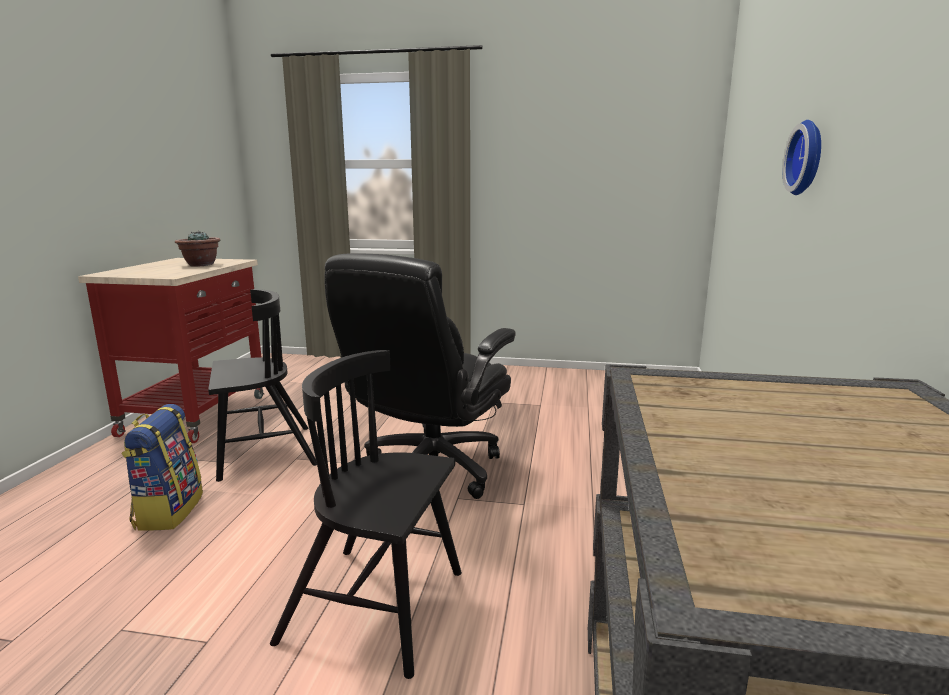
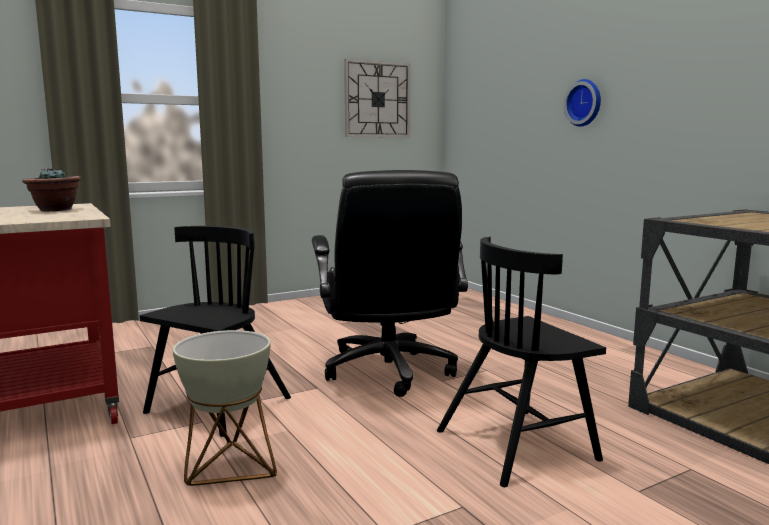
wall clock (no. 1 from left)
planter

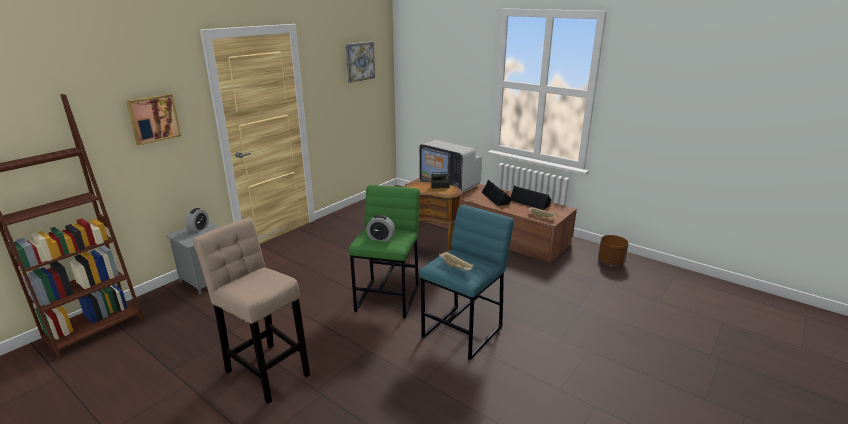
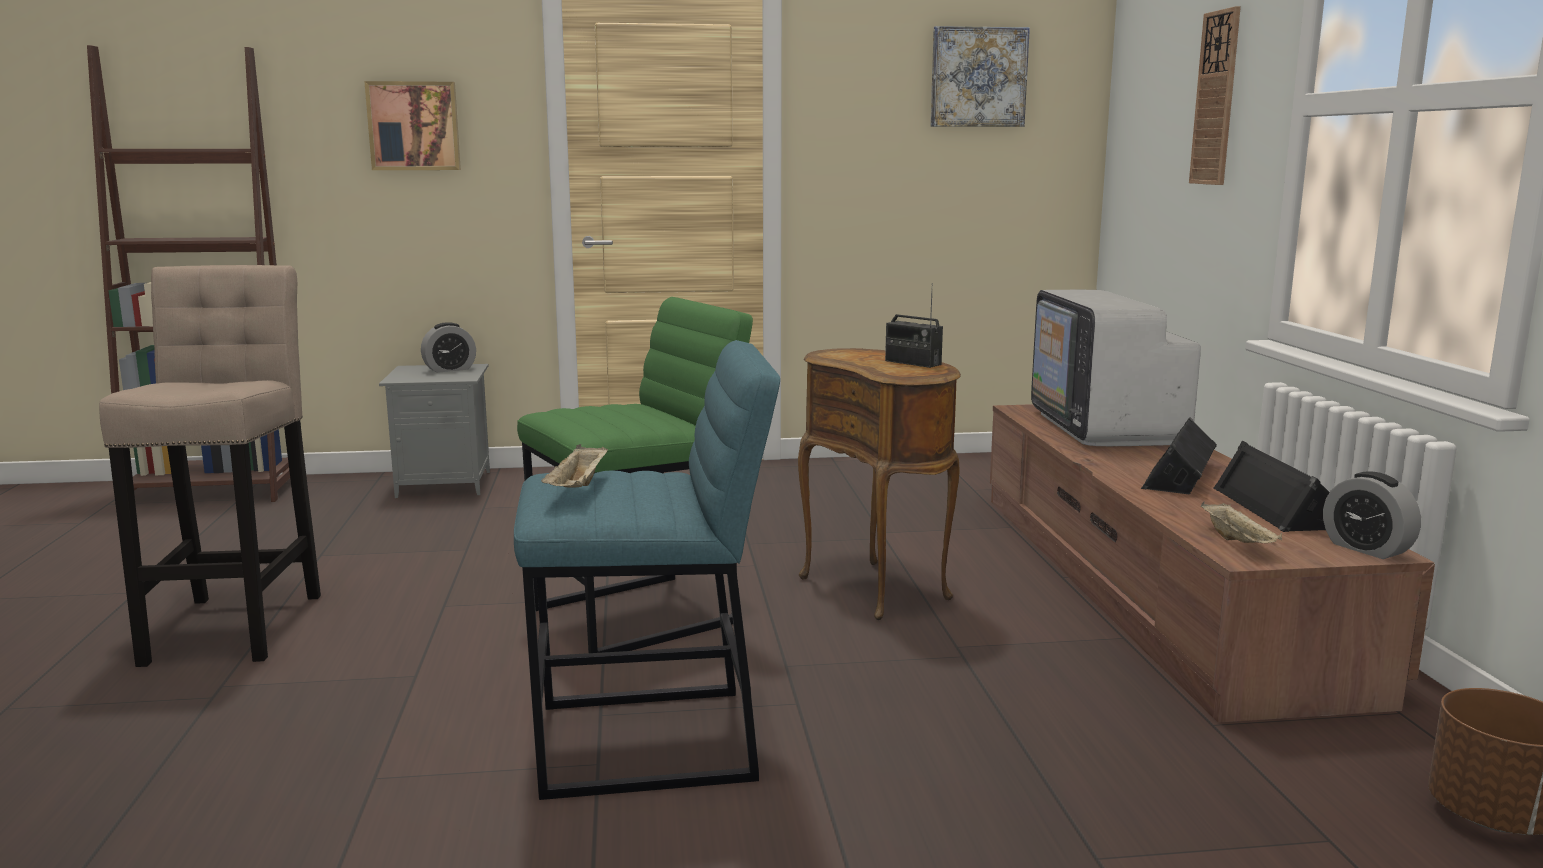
wall clock
alarm clock (no. 2 from left)

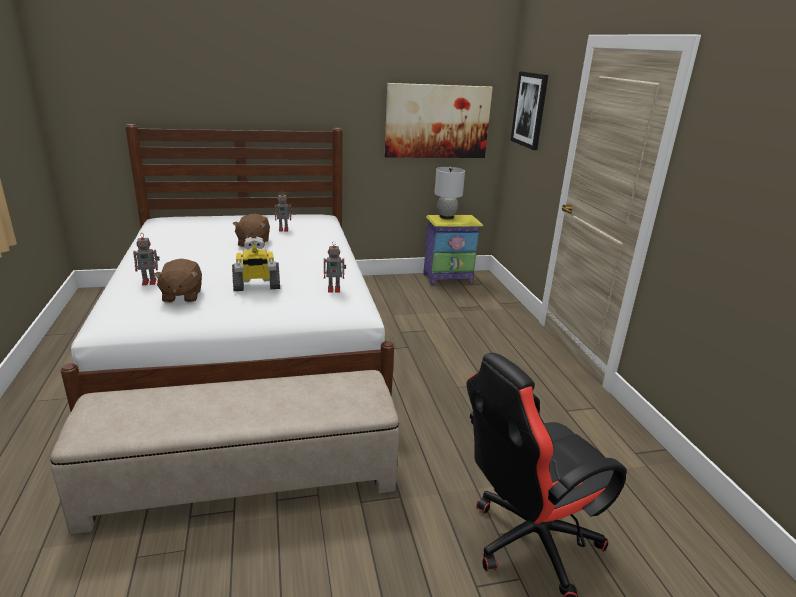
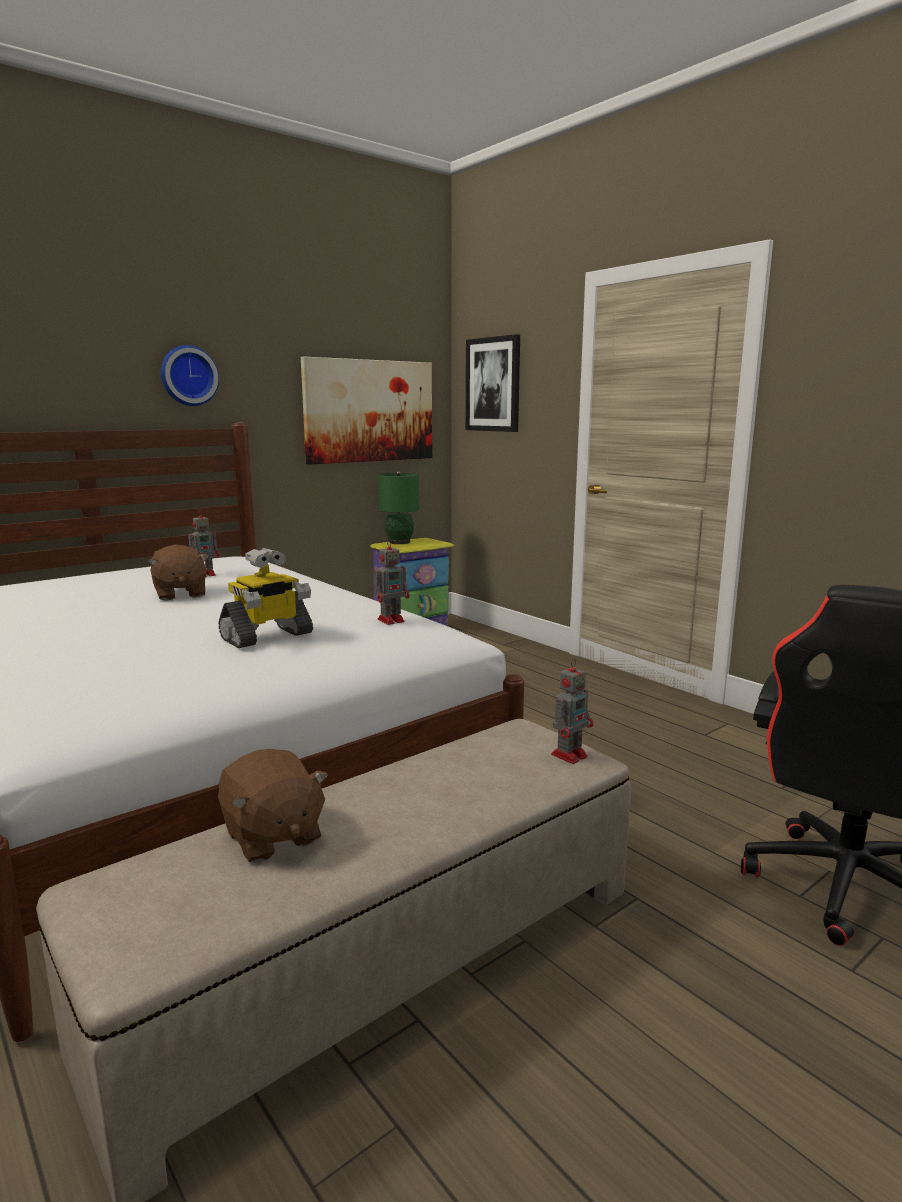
wall clock
toy robot (no. 4 from left)
brown plush toy (no. 2 from left)
green table lamp

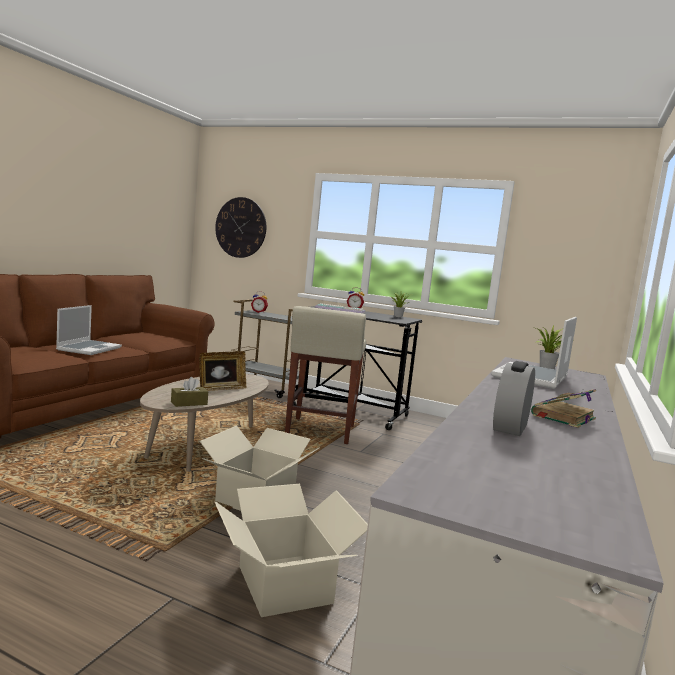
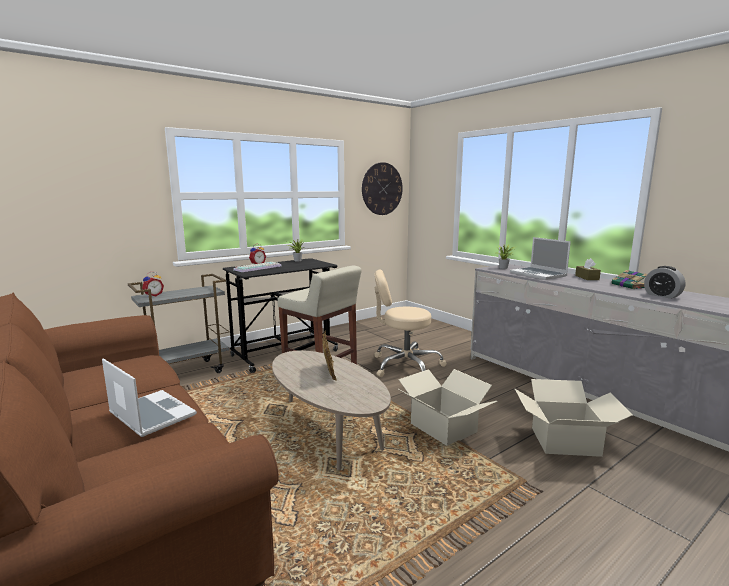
beige office chair
brown tissue box
wall clock

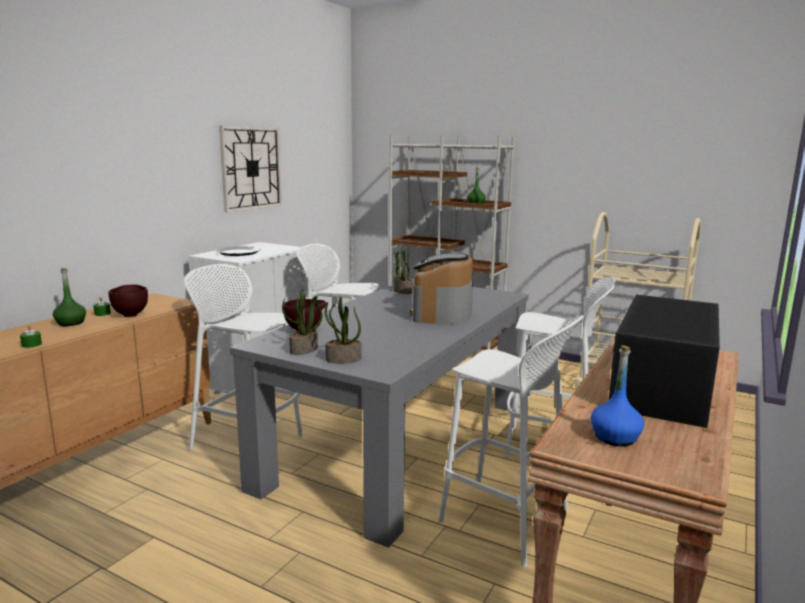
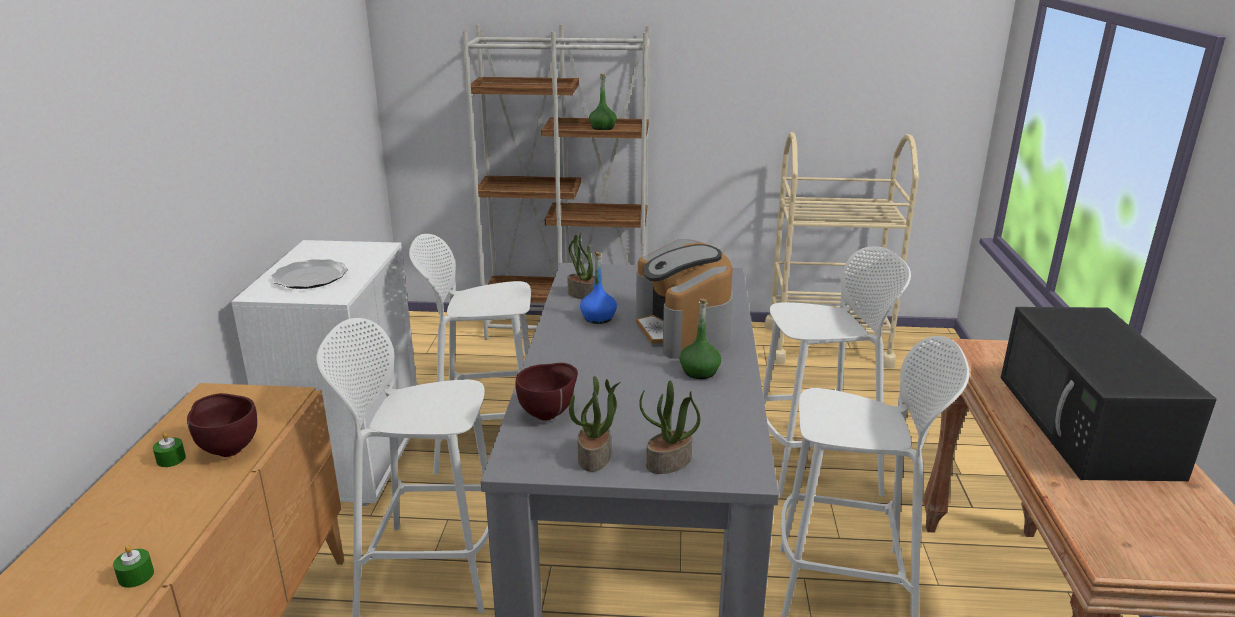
wall clock
green bottle (no. 2 from left)
blue bottle

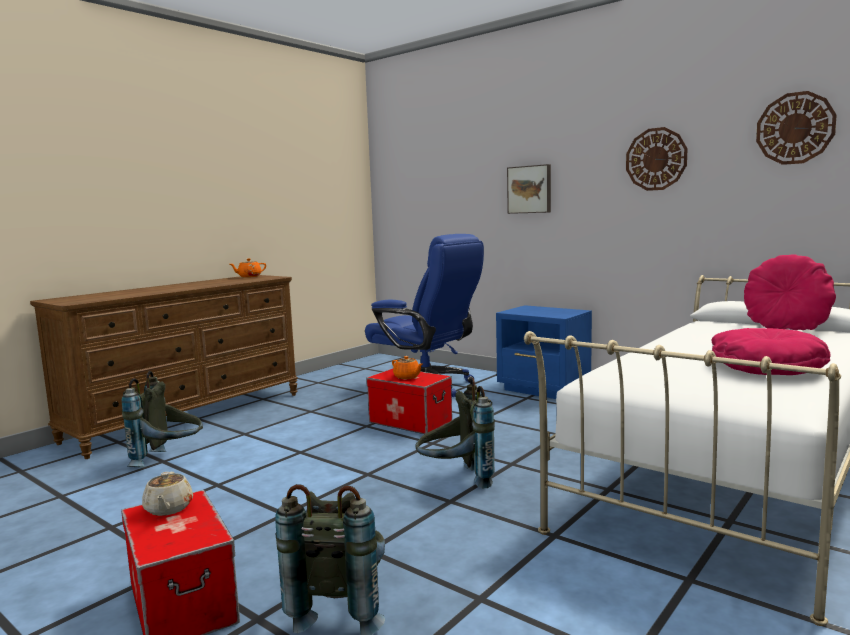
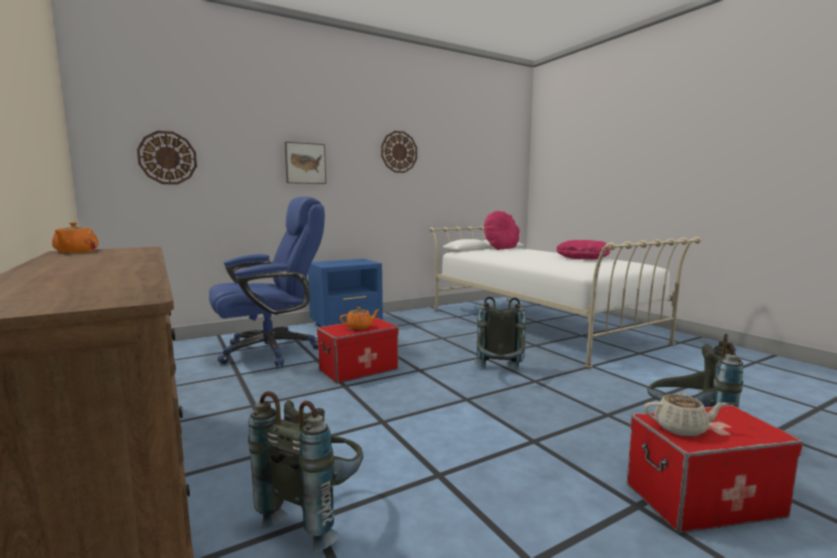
wall clock (no. 1 from left)

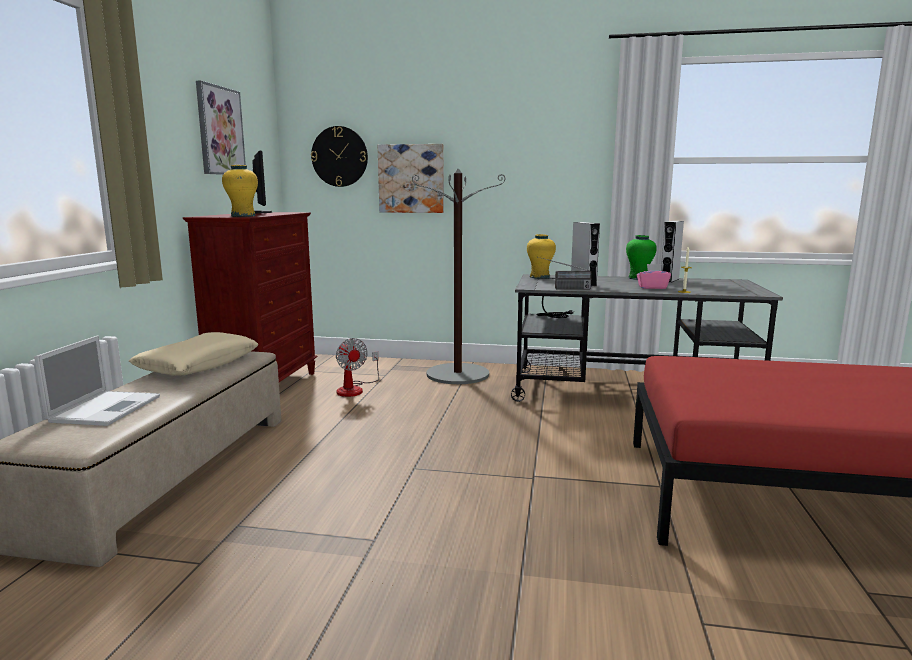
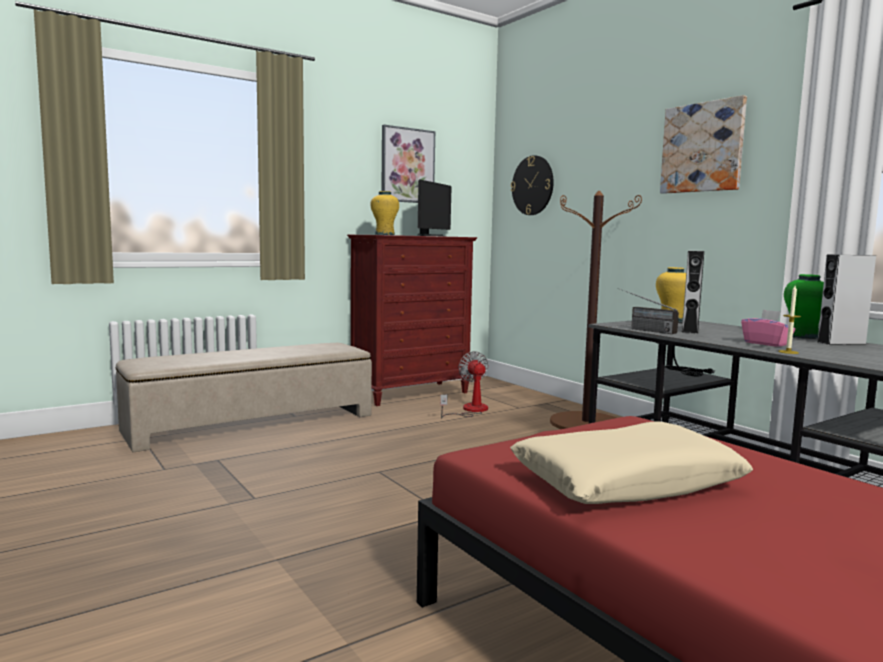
laptop
beige pillow
picture (no. 2 from left)
brown clothes rack
fan

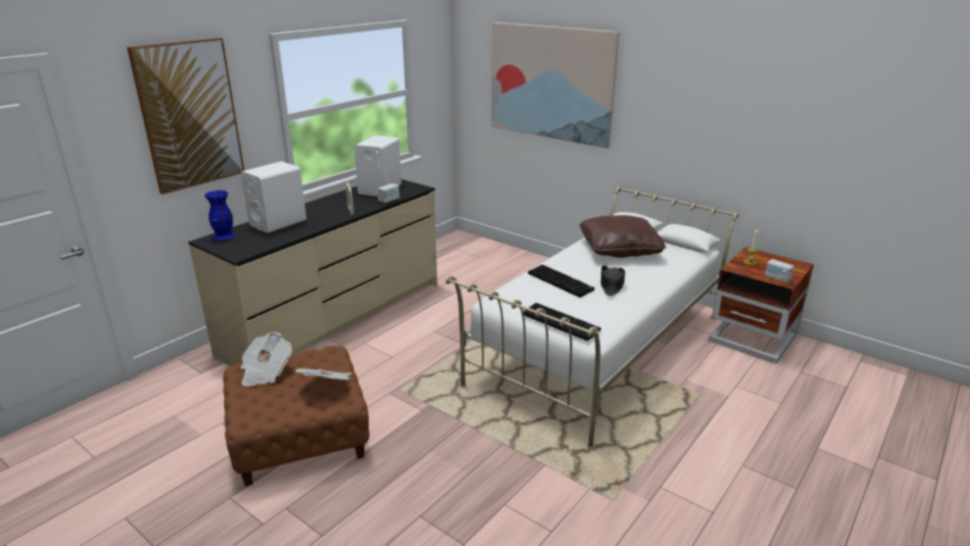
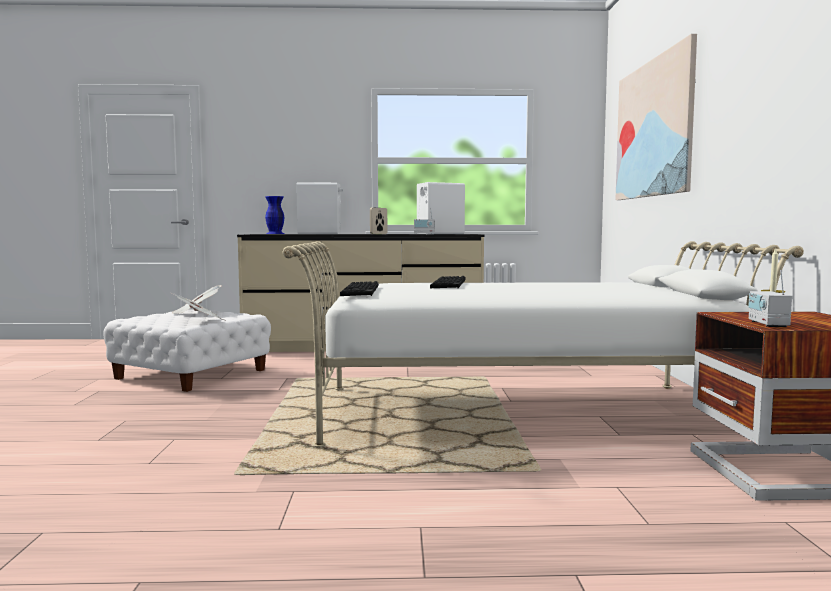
picture (no. 1 from left in the first image)
brown pillow
black hat
white ottoman

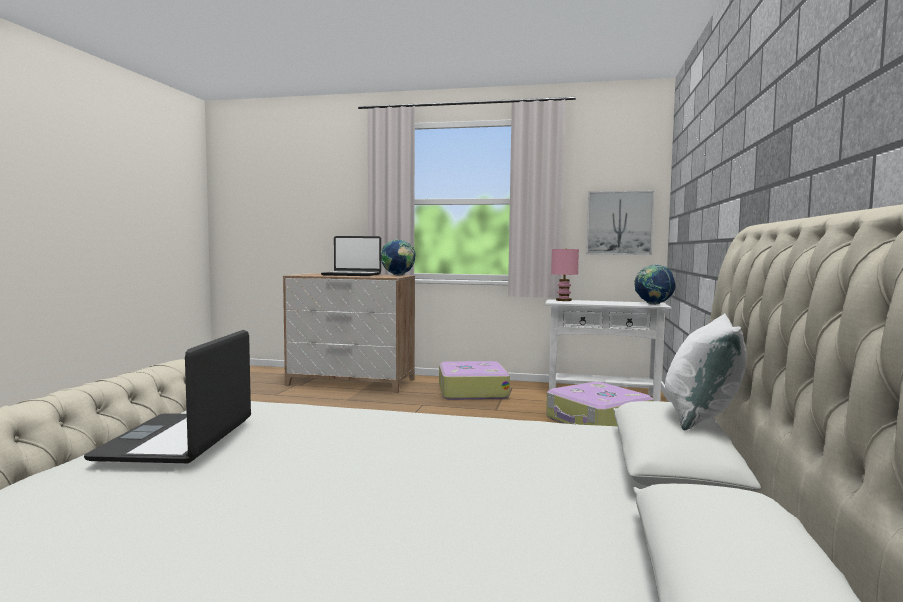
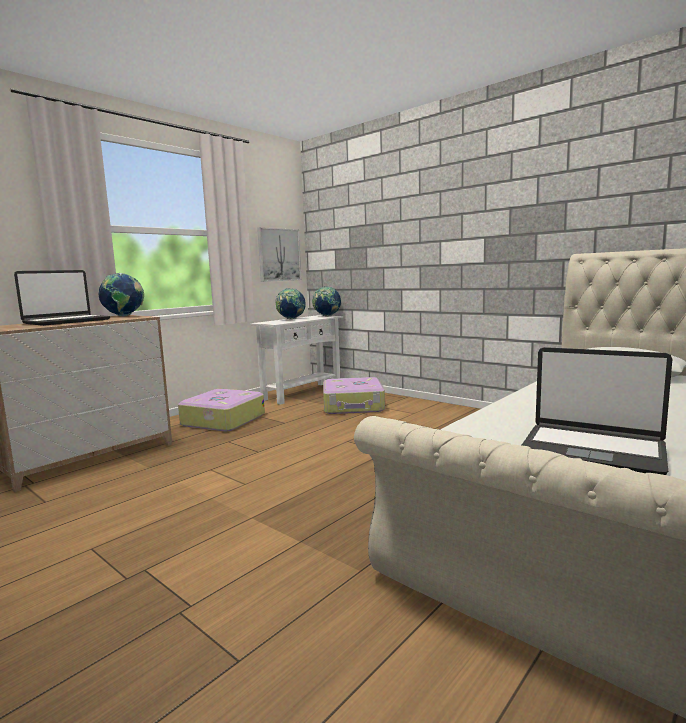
pink table lamp
white pillow
globe (no. 2 from left)

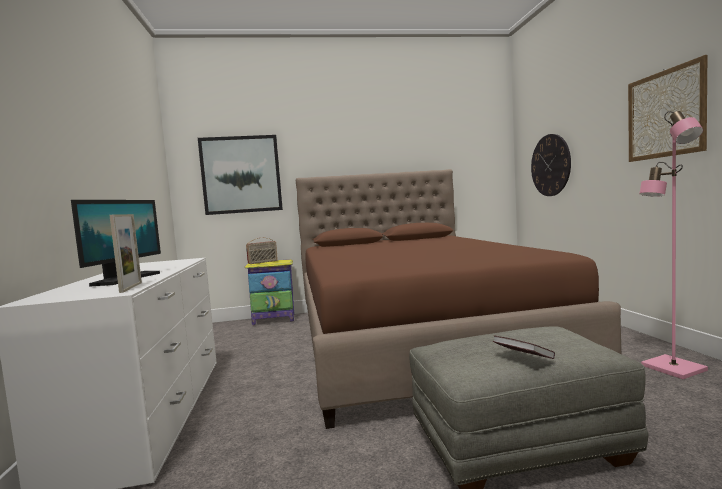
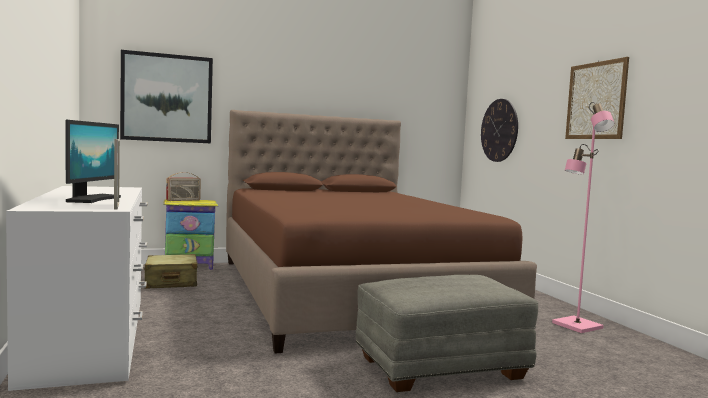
book
beige suitcase

